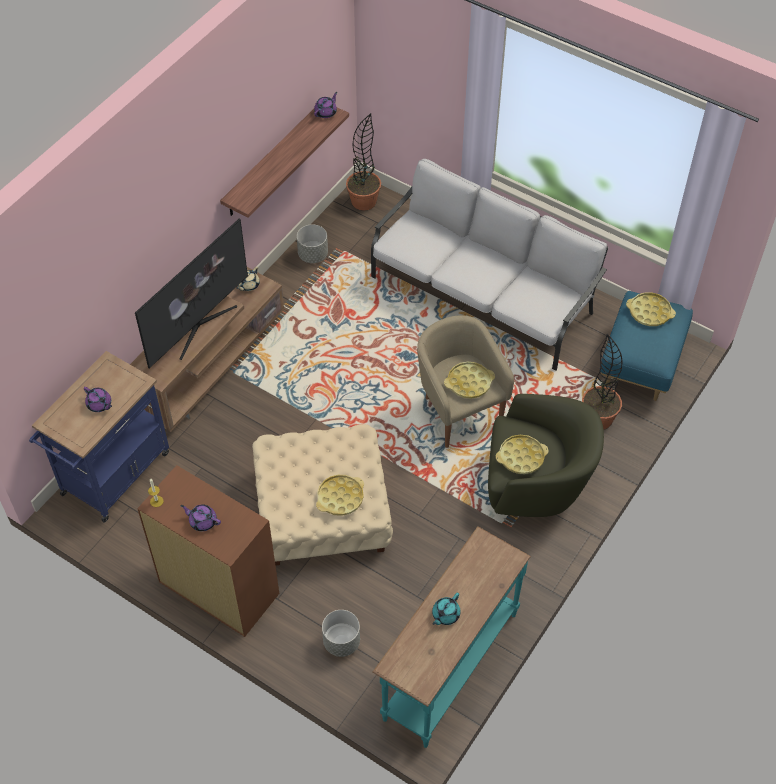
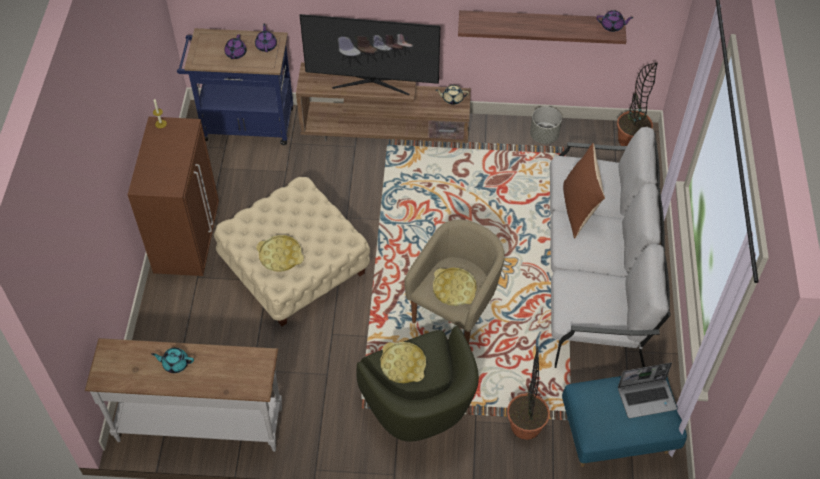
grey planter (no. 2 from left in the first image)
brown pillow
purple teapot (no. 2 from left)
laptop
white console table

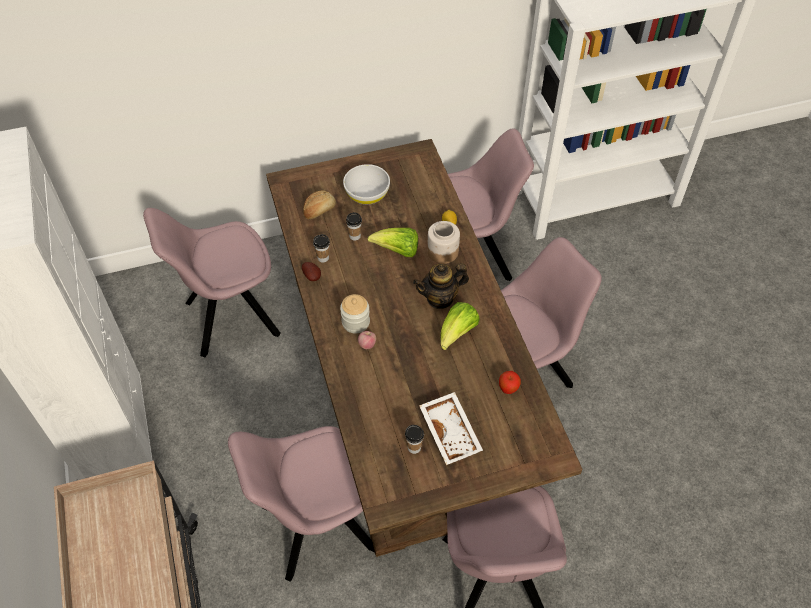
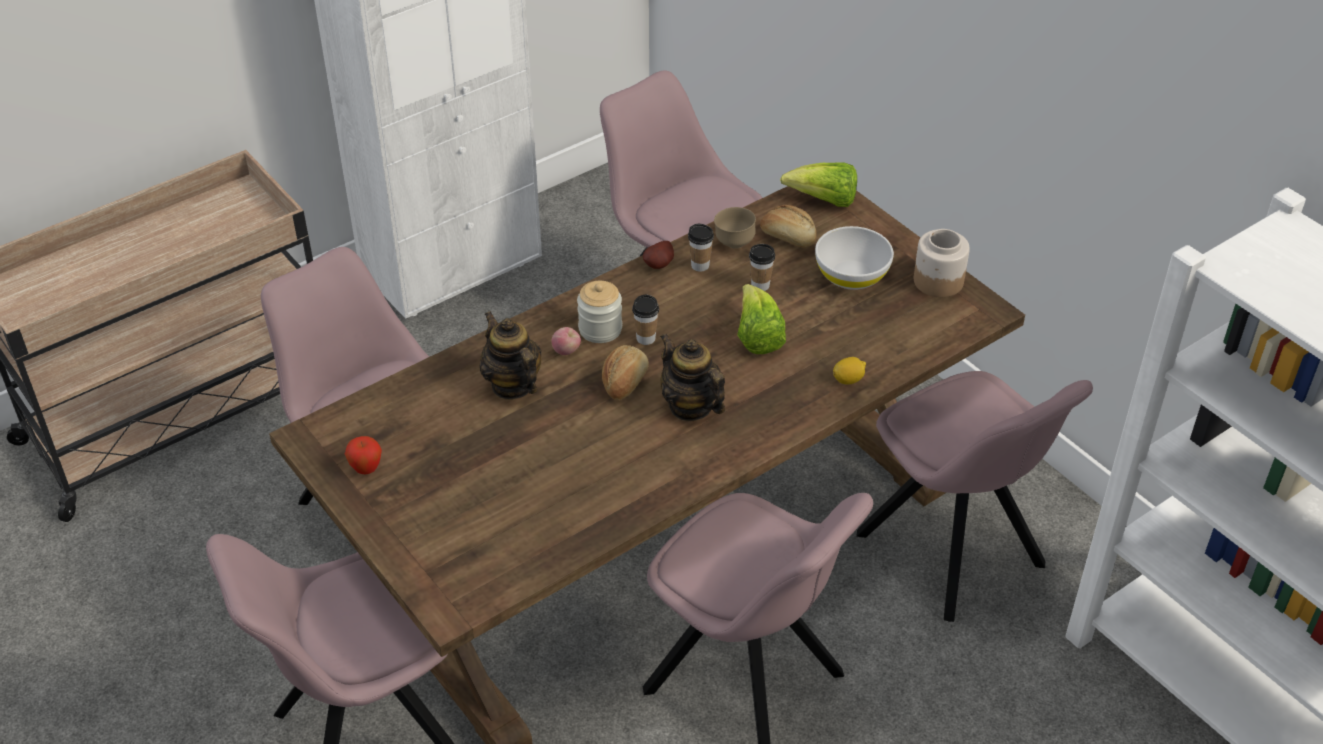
white tray
teapot (no. 1 from left)
bread (no. 1 from left)
brown bowl
cup (no. 1 from left)
jar (no. 2 from left)
lettuce (no. 2 from left)
apple (no. 1 from left)

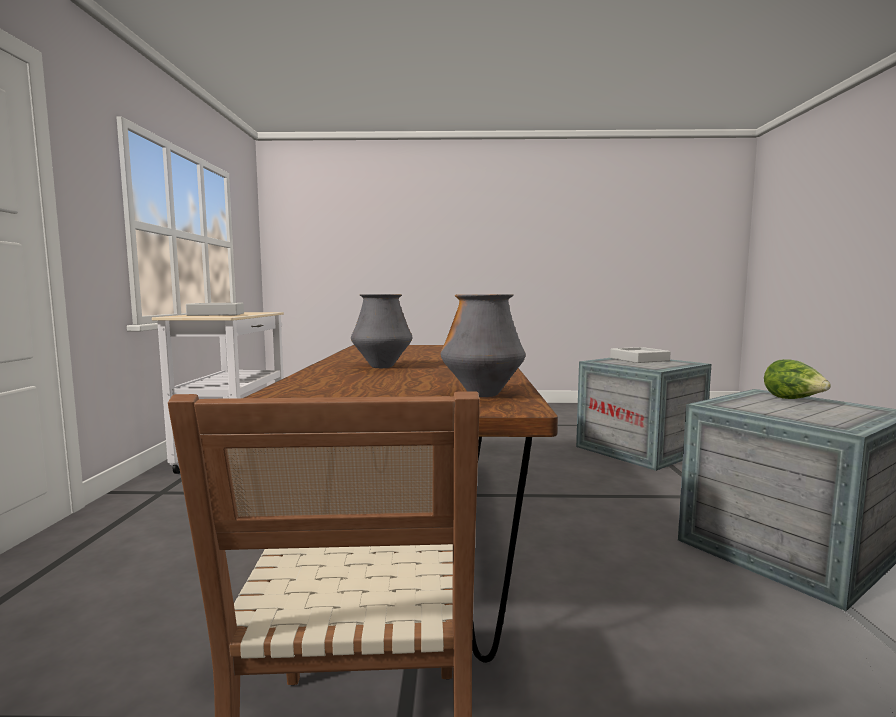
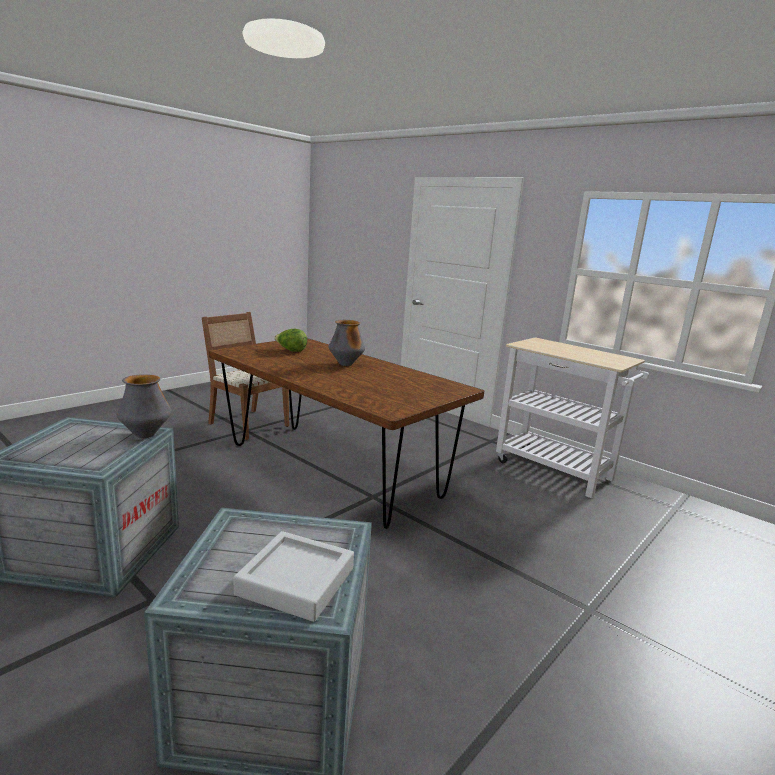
grey tray (no. 1 from left in the first image)
vase (no. 1 from left)
lettuce

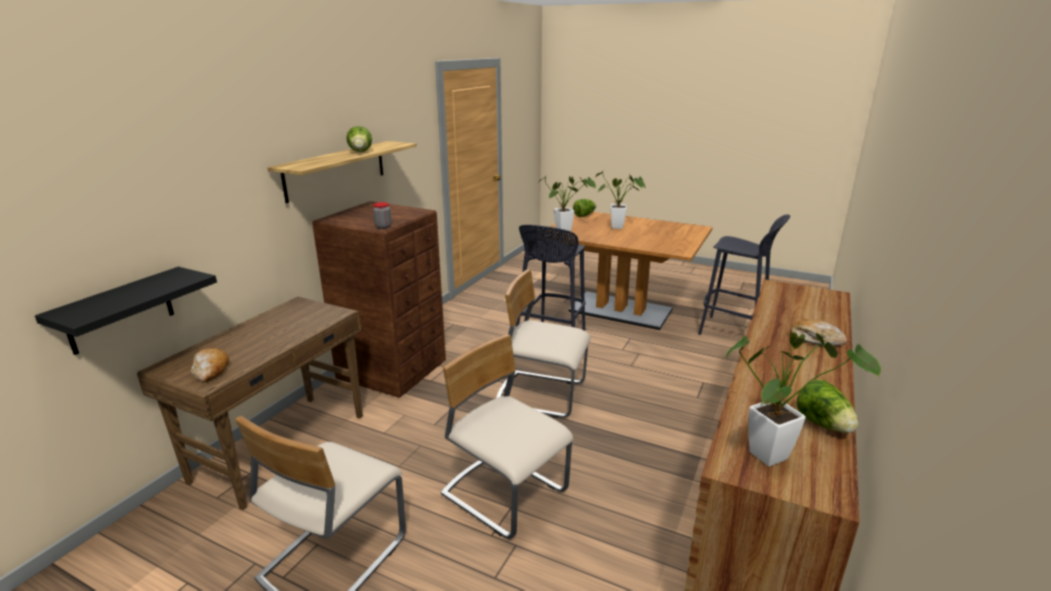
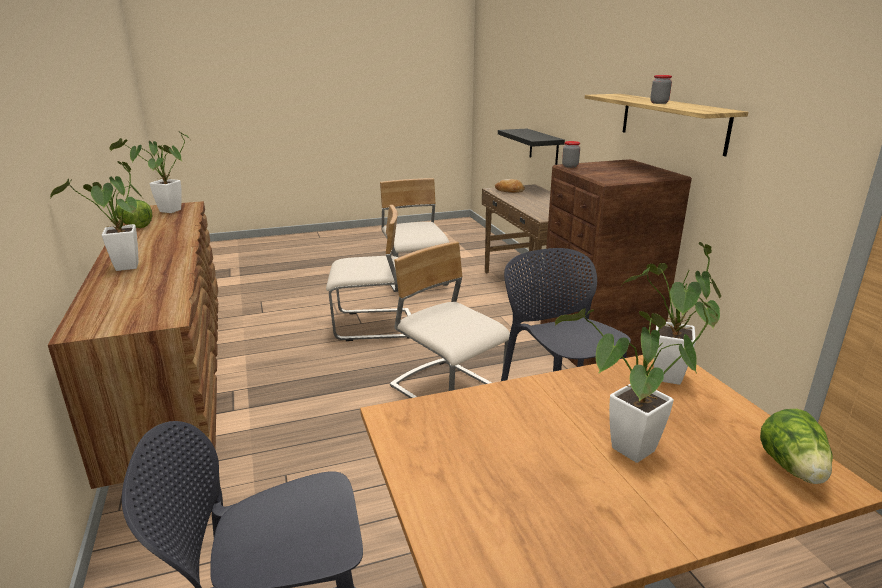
jar (no. 2 from left)
potted plant (no. 1 from left)
beige chair (no. 3 from left)

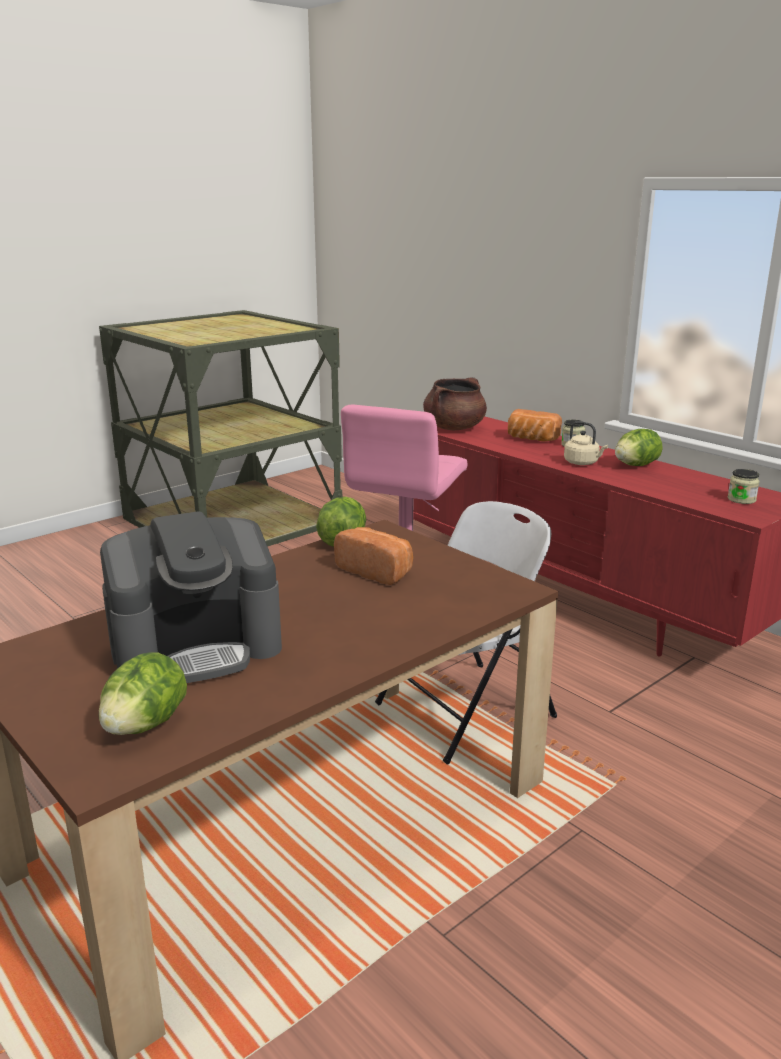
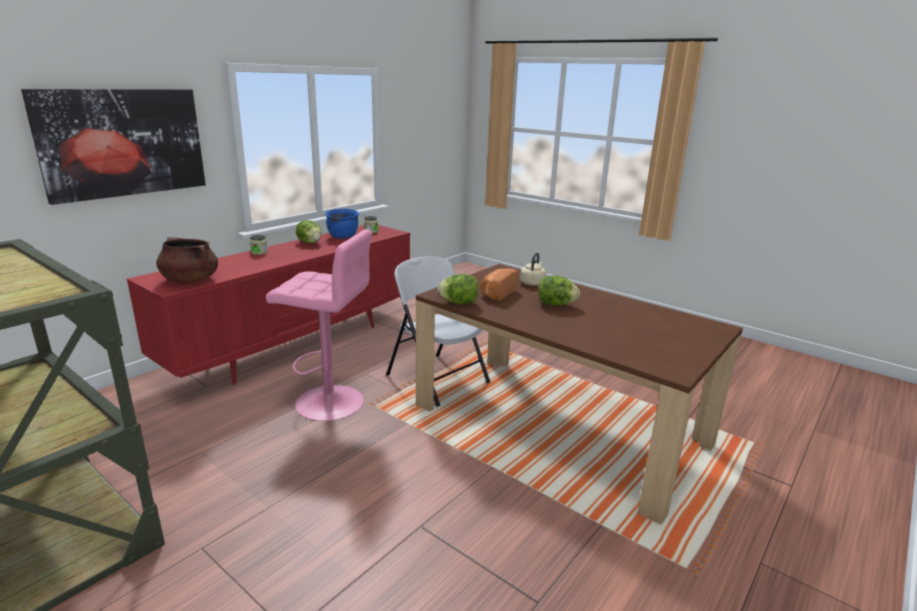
coffee machine
bread (no. 2 from left in the first image)
picture
blue cooking pot
lettuce (no. 3 from left)
beige kettle

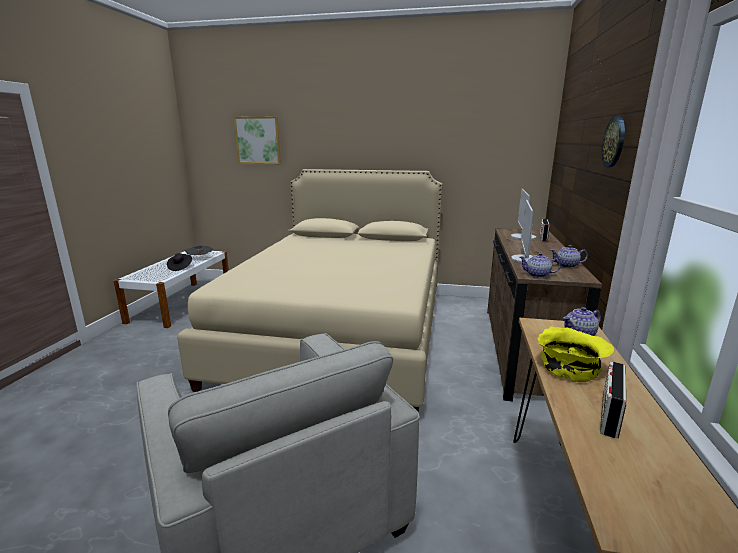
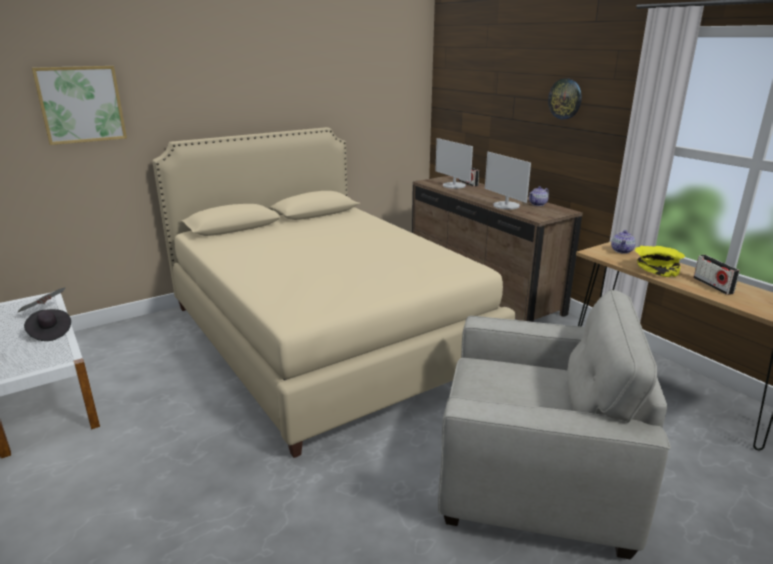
teapot (no. 1 from left in the first image)

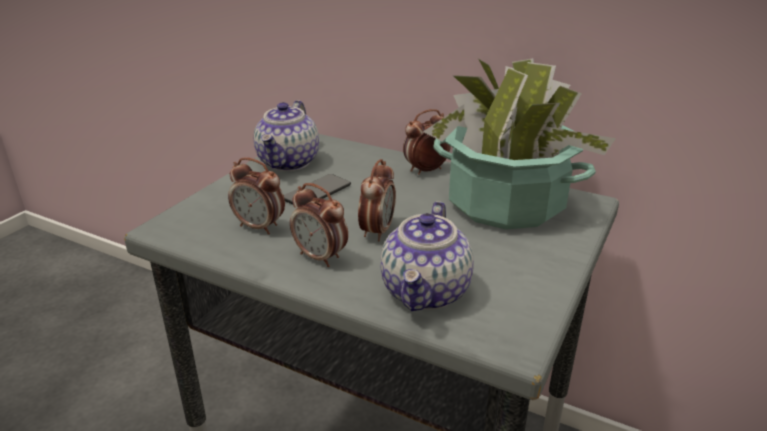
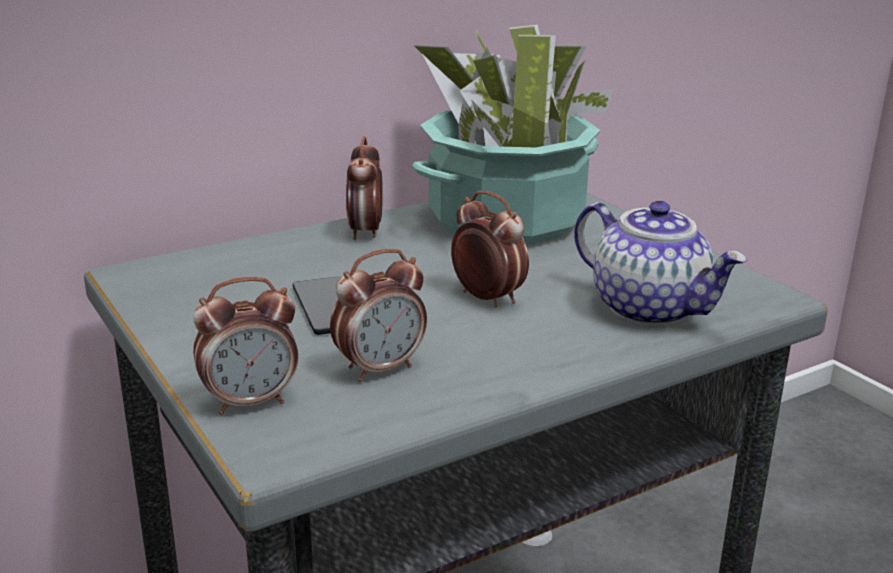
teapot (no. 1 from left in the first image)
alarm clock (no. 1 from left)

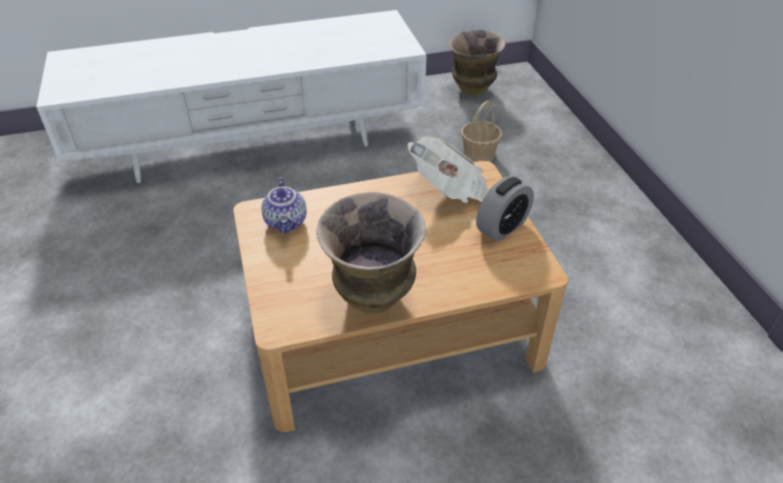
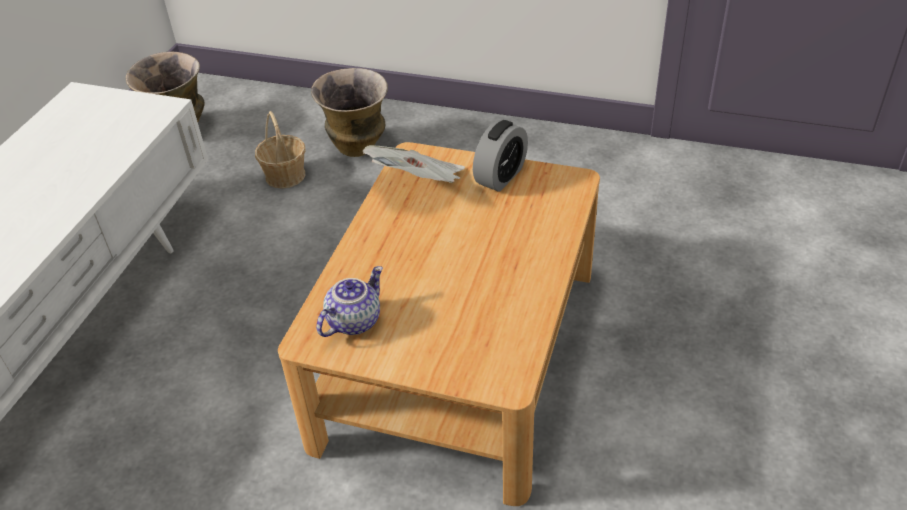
vase (no. 2 from left)
teapot
alarm clock

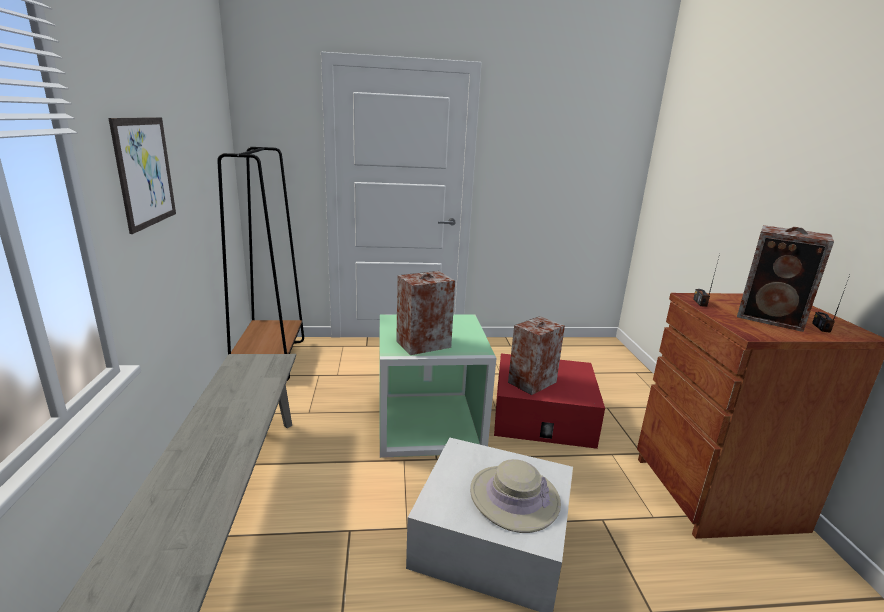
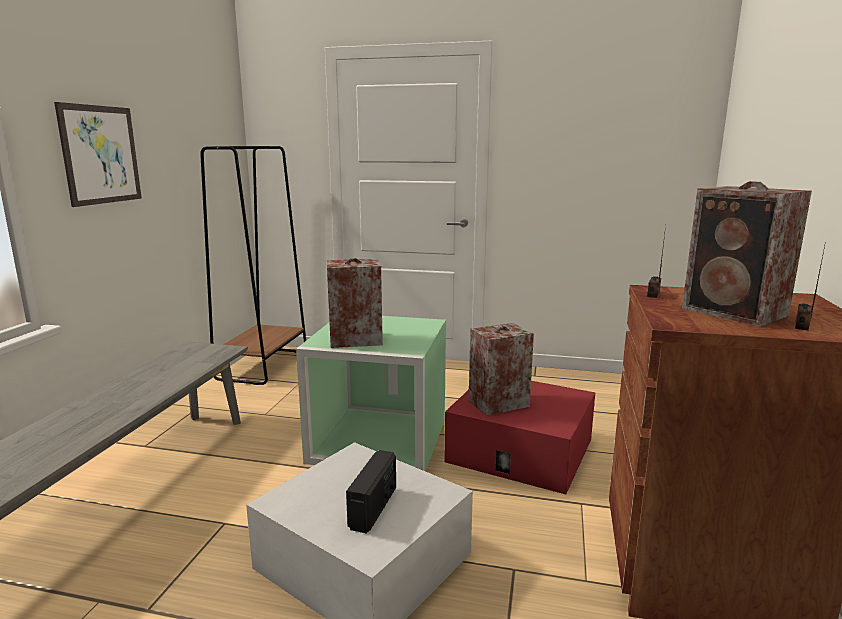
radio (no. 1 from left)

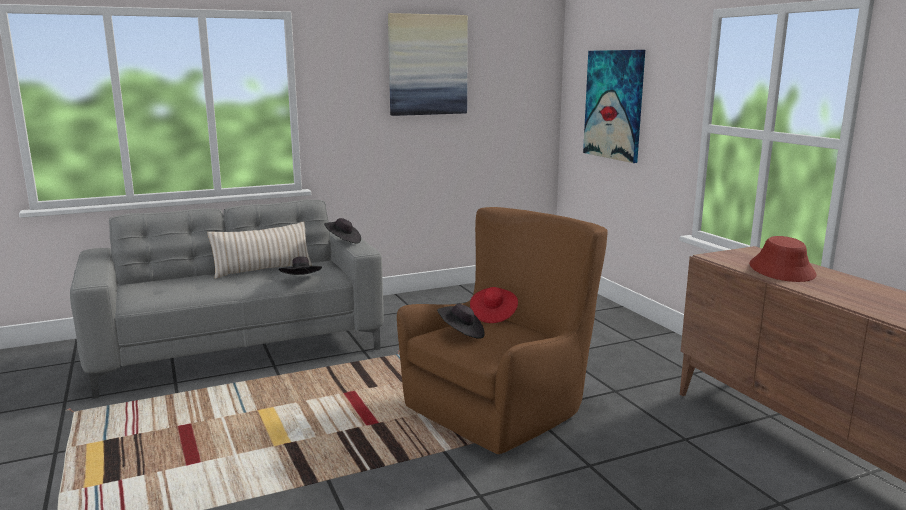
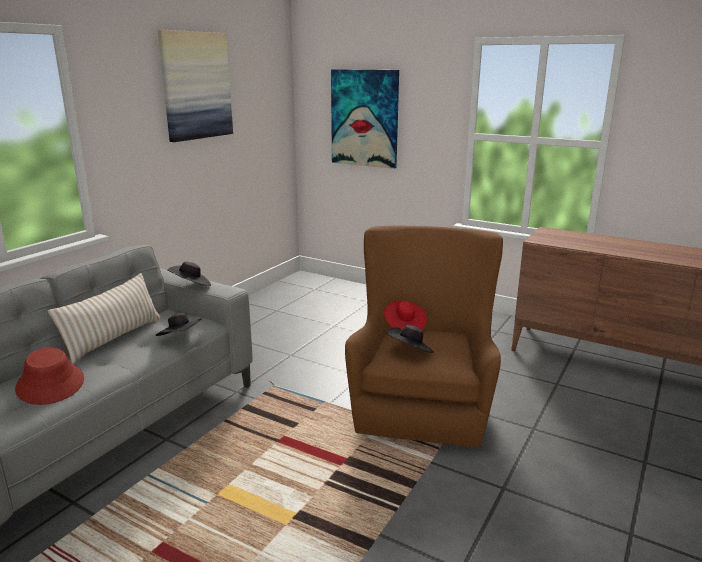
red hat (no. 1 from left)

